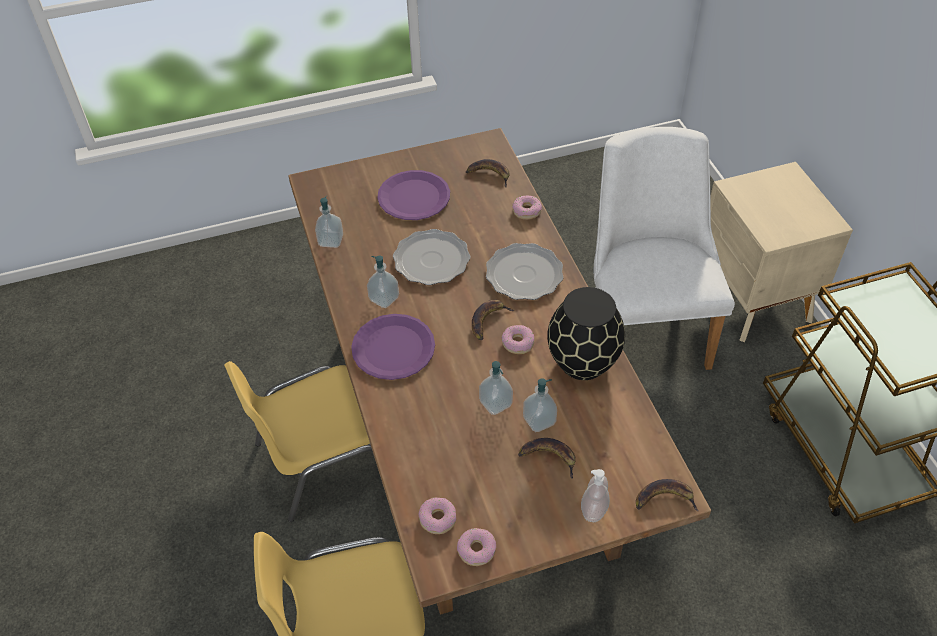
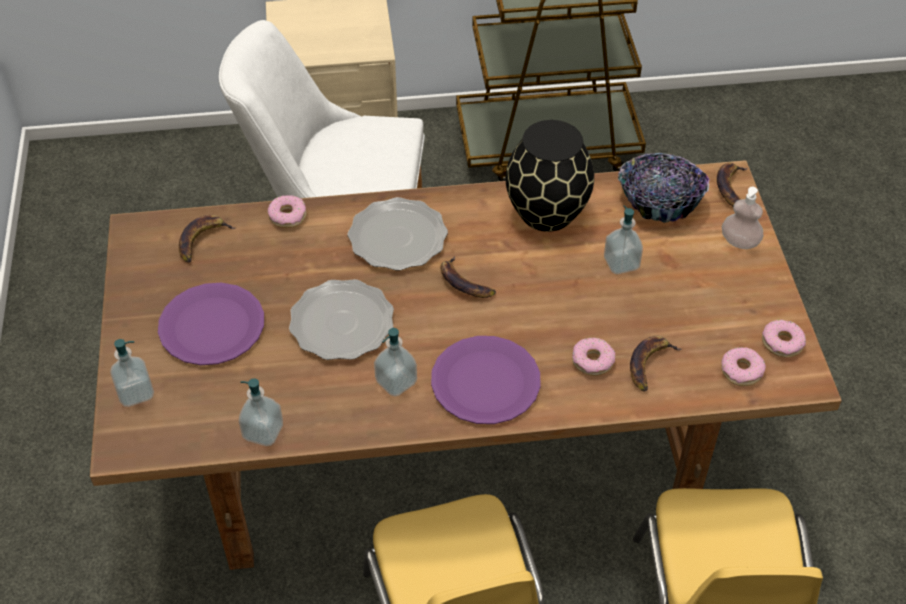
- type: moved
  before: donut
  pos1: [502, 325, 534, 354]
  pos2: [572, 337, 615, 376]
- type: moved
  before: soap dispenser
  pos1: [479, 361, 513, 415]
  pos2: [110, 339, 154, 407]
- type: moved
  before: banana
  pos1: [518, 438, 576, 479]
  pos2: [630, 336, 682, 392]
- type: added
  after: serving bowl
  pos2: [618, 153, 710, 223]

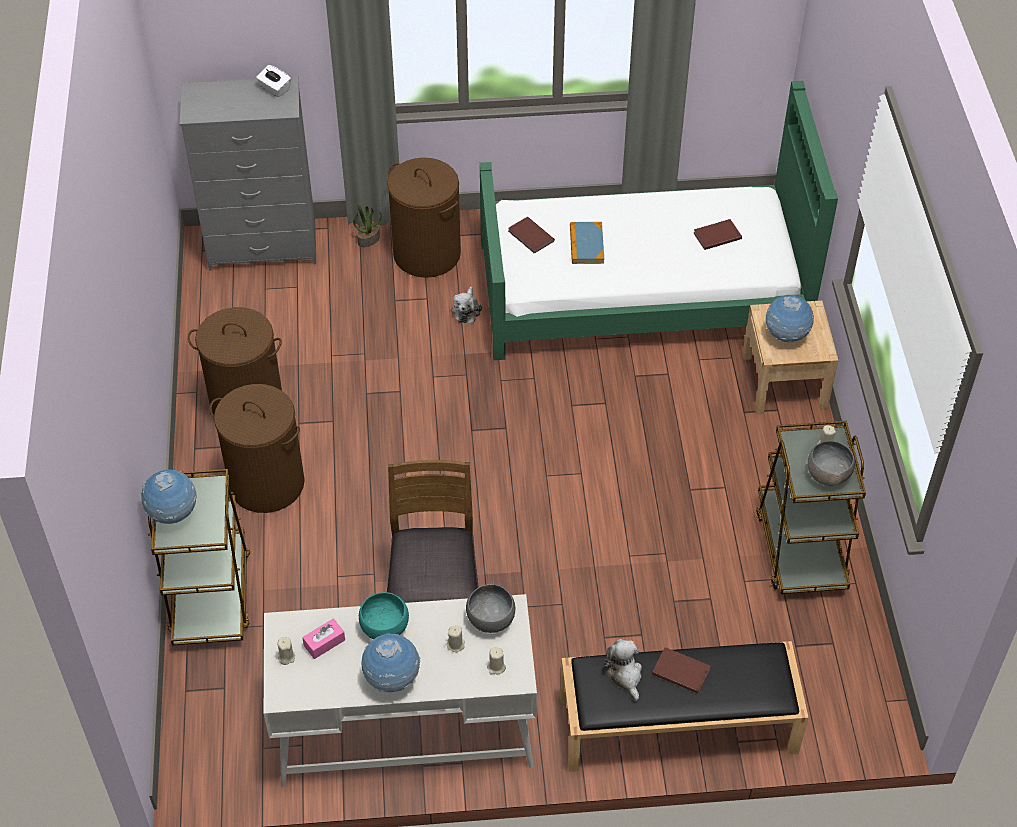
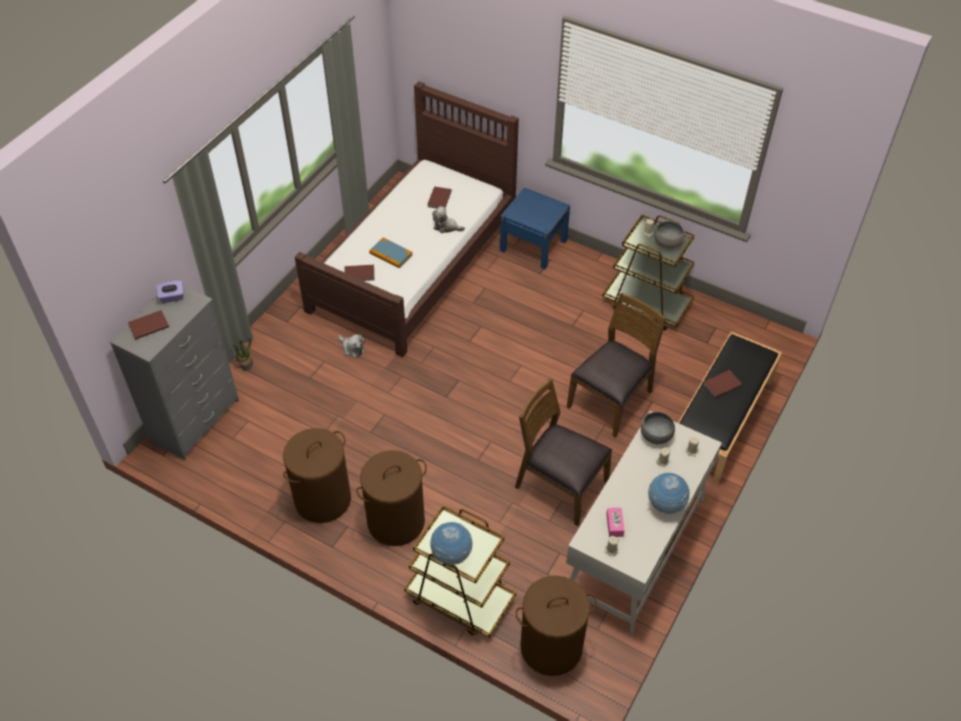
- type: recoloured
  before: box of tissues/white-coloured
  after: box of tissues/purple
  pos1: [256, 65, 291, 97]
  pos2: [156, 280, 184, 303]
- type: recoloured
  before: bedroom bed/green
  after: bedroom bed/brownish
  pos1: [480, 81, 838, 360]
  pos2: [295, 81, 519, 358]
- type: moved
  before: washing basket/brownish
  pos1: [387, 158, 461, 278]
  pos2: [515, 575, 597, 676]
- type: removed
  before: globe
  pos1: [766, 295, 814, 342]
- type: recoloured
  before: nightstand/sand-coloured
  after: nightstand/bluish
  pos1: [742, 300, 839, 414]
  pos2: [500, 187, 570, 269]
- type: removed
  before: serving bowl/blue-green
  pos1: [359, 592, 409, 639]
- type: moved
  before: soft toy
  pos1: [604, 639, 642, 701]
  pos2: [432, 206, 465, 233]
- type: added
  after: chair/brownish
  pos2: [567, 292, 667, 438]
- type: added
  after: bound book/brownish
  pos2: [128, 310, 169, 340]

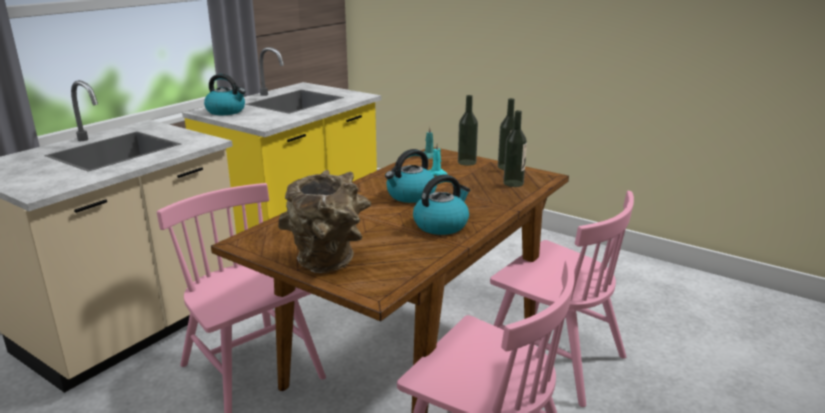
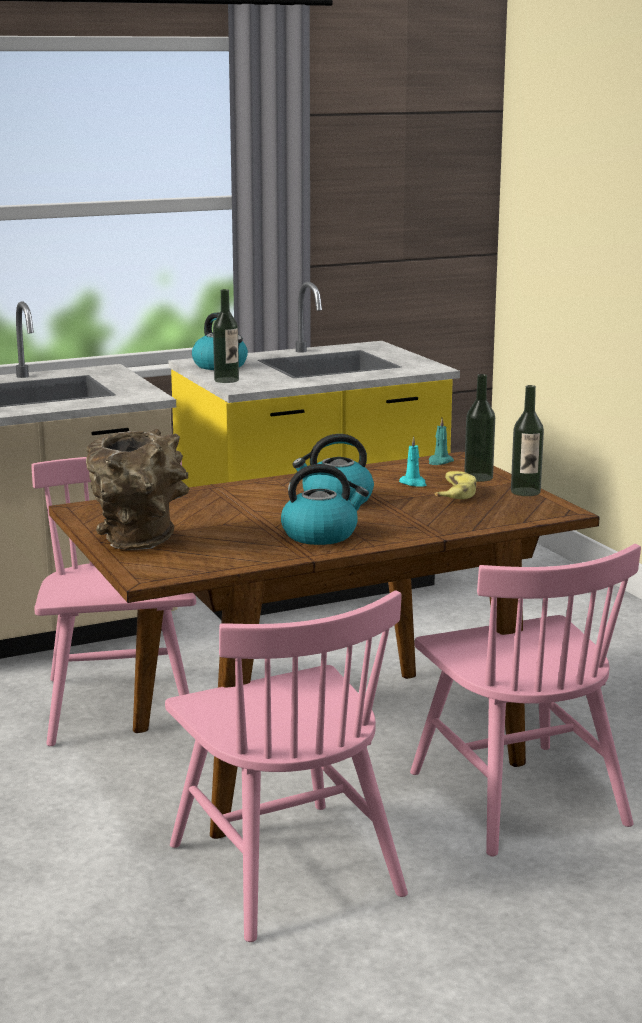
- type: moved
  before: drink bottle
  pos1: [503, 110, 527, 187]
  pos2: [213, 289, 239, 383]
- type: added
  after: banana
  pos2: [435, 471, 476, 499]

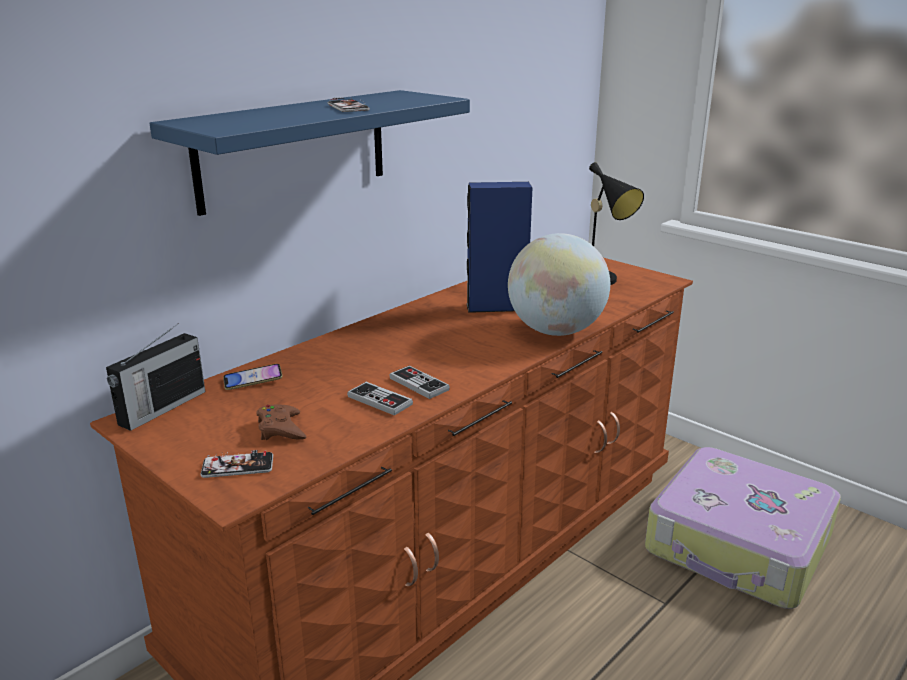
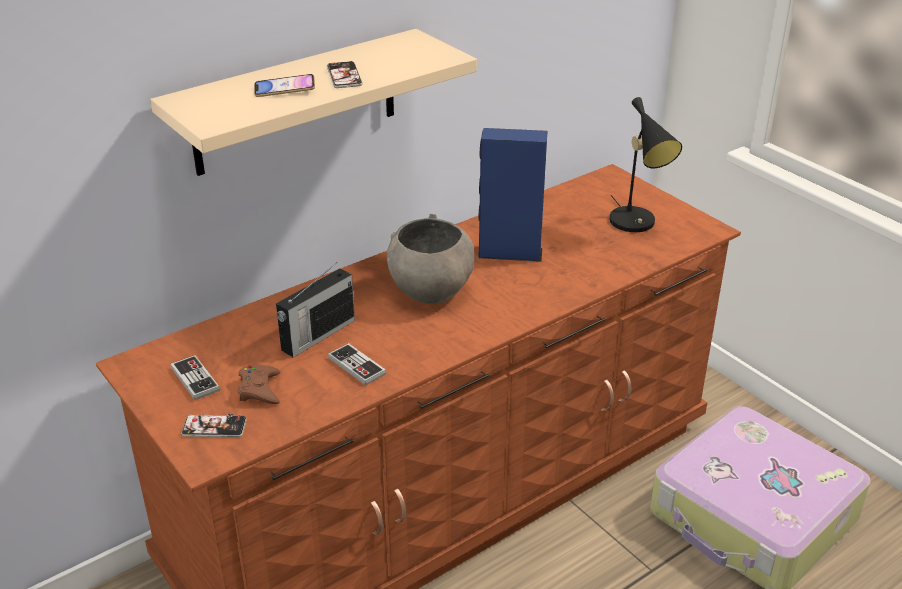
- type: recoloured
  before: shelf/bluish
  after: shelf/sand-coloured
  pos1: [149, 90, 470, 216]
  pos2: [150, 29, 477, 176]
- type: removed
  before: globe
  pos1: [508, 233, 610, 336]
- type: moved
  before: radio
  pos1: [106, 323, 205, 431]
  pos2: [276, 263, 355, 357]
- type: moved
  before: handset
  pos1: [223, 364, 283, 390]
  pos2: [254, 74, 315, 97]
- type: moved
  before: gamepad
  pos1: [389, 366, 450, 399]
  pos2: [171, 355, 220, 400]
- type: added
  after: serving bowl/grey
  pos2: [387, 214, 474, 304]

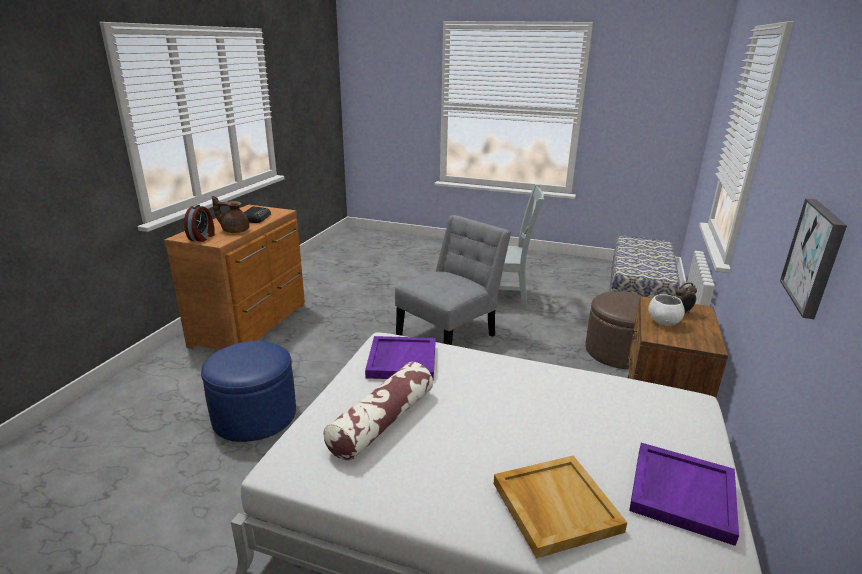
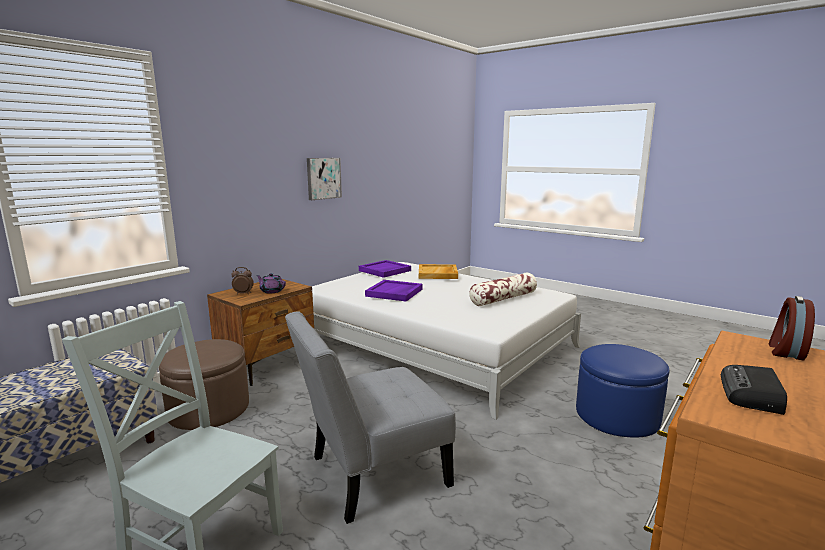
- type: removed
  before: pot for tea/brownish
  pos1: [212, 196, 249, 233]
- type: replaced
  before: serving bowl/white-coloured
  after: pot for tea/purple
  pos1: [648, 294, 685, 326]
  pos2: [256, 273, 286, 293]
- type: moved
  before: carrying tray/purple
  pos1: [365, 336, 436, 381]
  pos2: [365, 280, 423, 302]

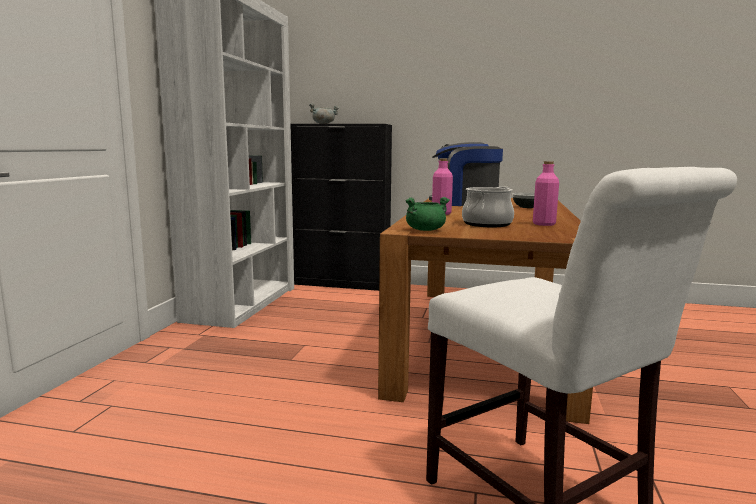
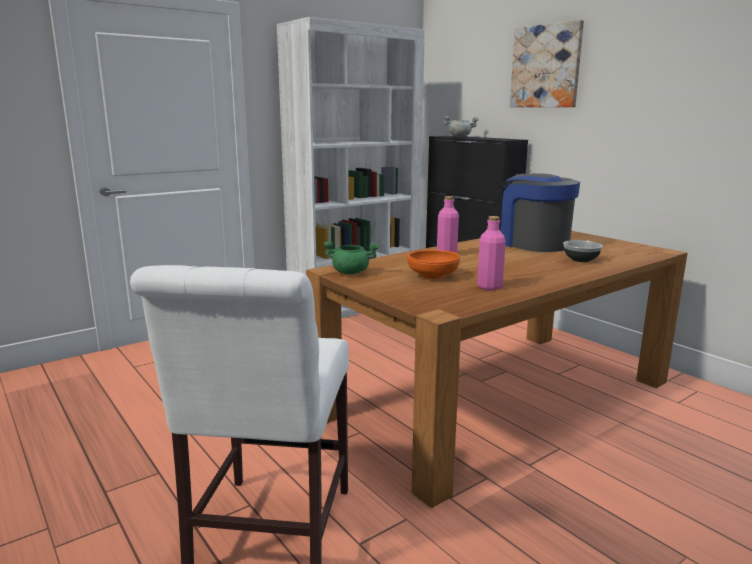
- type: replaced
  before: saucepot
  after: serving bowl/orange
  pos1: [462, 186, 514, 227]
  pos2: [407, 250, 460, 279]
- type: added
  after: wall picture
  pos2: [510, 20, 584, 107]

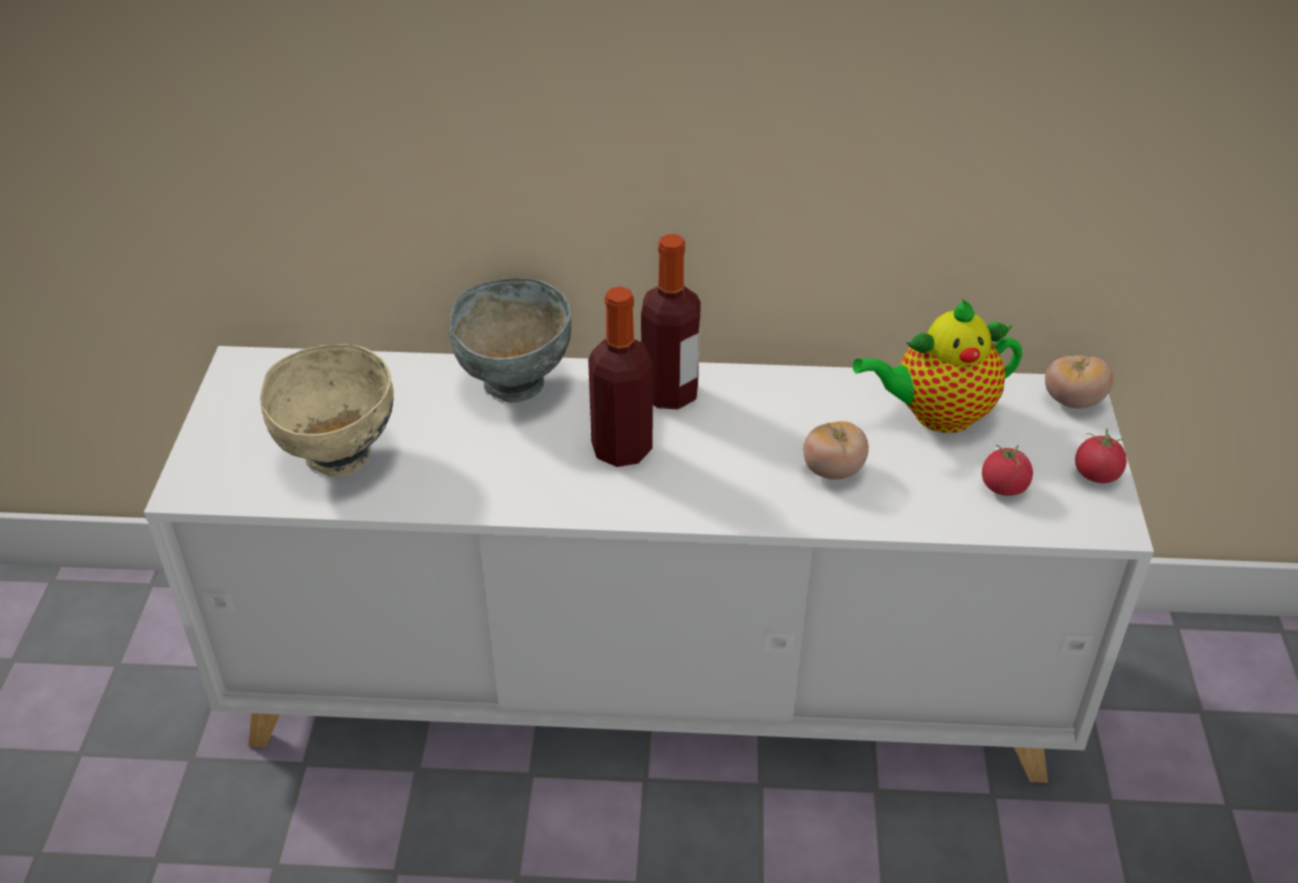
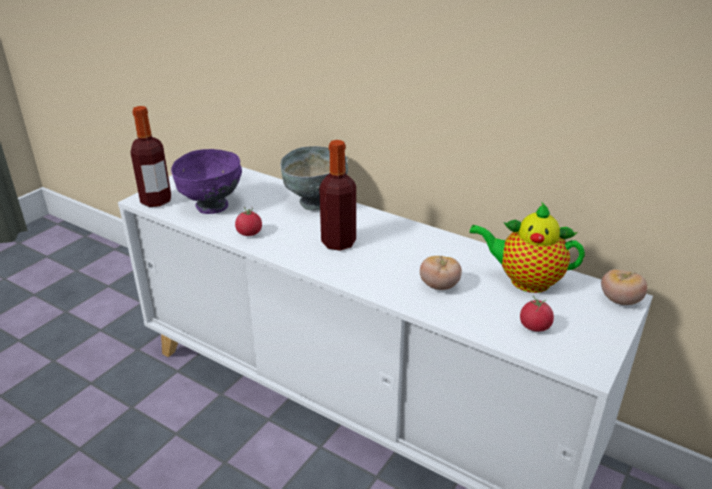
- type: moved
  before: drink bottle
  pos1: [641, 234, 701, 409]
  pos2: [130, 106, 171, 207]
- type: recoloured
  before: serving bowl/sand-coloured
  after: serving bowl/purple
  pos1: [260, 344, 394, 477]
  pos2: [171, 149, 242, 214]
- type: moved
  before: whole tomato
  pos1: [1075, 429, 1127, 483]
  pos2: [235, 207, 262, 236]

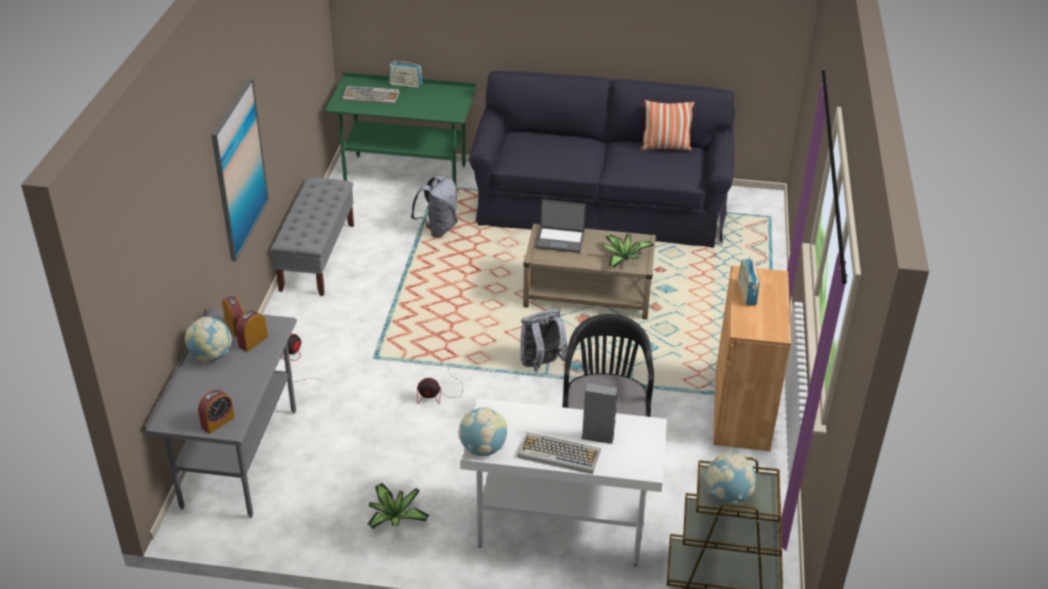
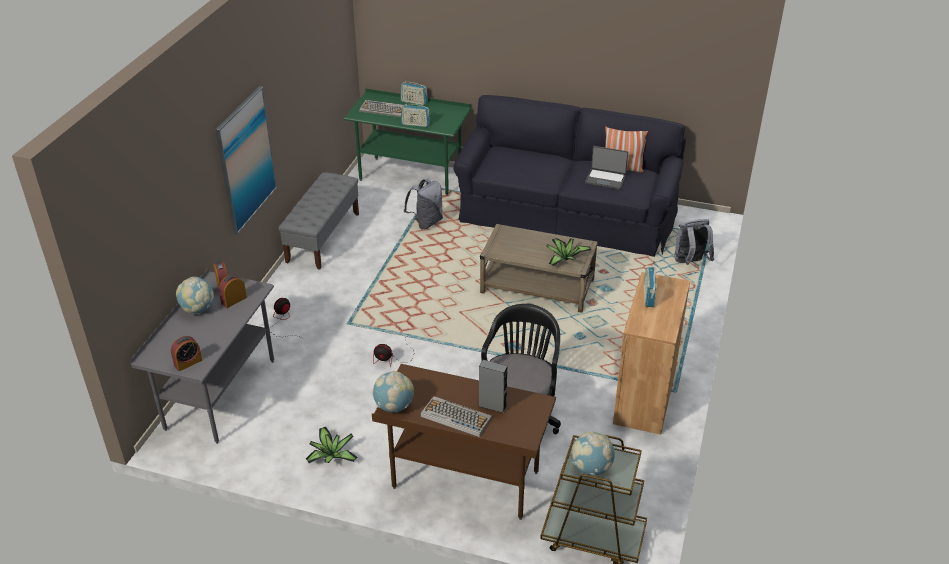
- type: moved
  before: laptop
  pos1: [536, 200, 586, 253]
  pos2: [585, 146, 628, 190]
- type: moved
  before: knapsack/grey
  pos1: [520, 309, 568, 372]
  pos2: [674, 219, 714, 265]
- type: recoloured
  before: desk/white-coloured
  after: desk/brownish
  pos1: [460, 398, 667, 567]
  pos2: [372, 364, 556, 520]
- type: added
  after: radio
  pos2: [401, 102, 430, 127]

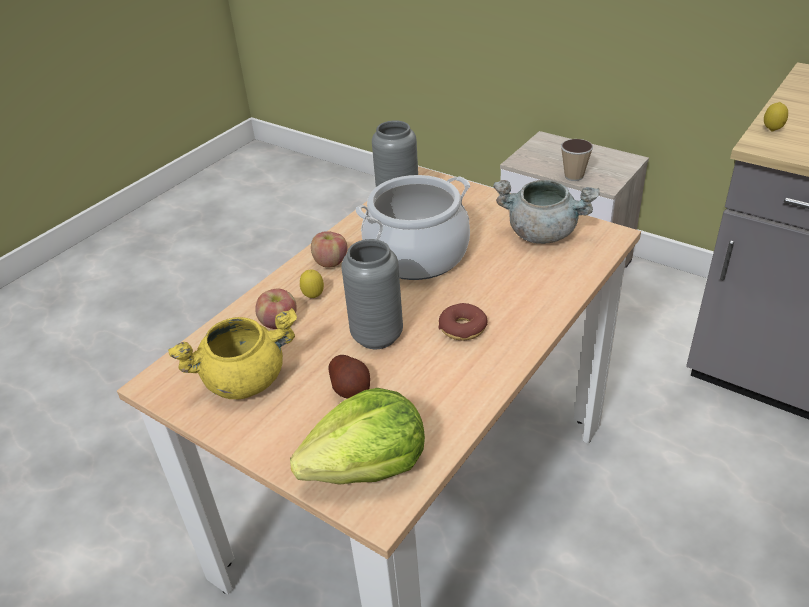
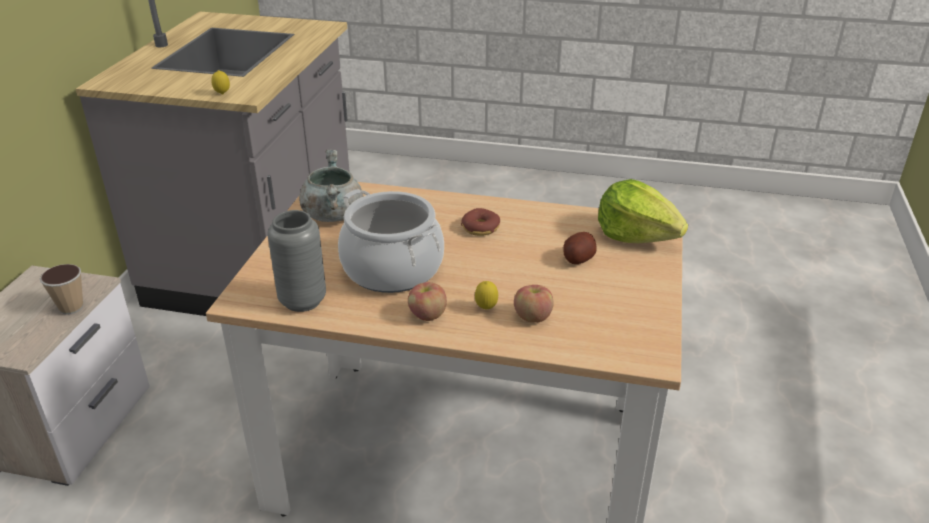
- type: removed
  before: vase/grey
  pos1: [341, 239, 403, 349]
- type: removed
  before: saucepot/yellow
  pos1: [168, 308, 297, 399]

